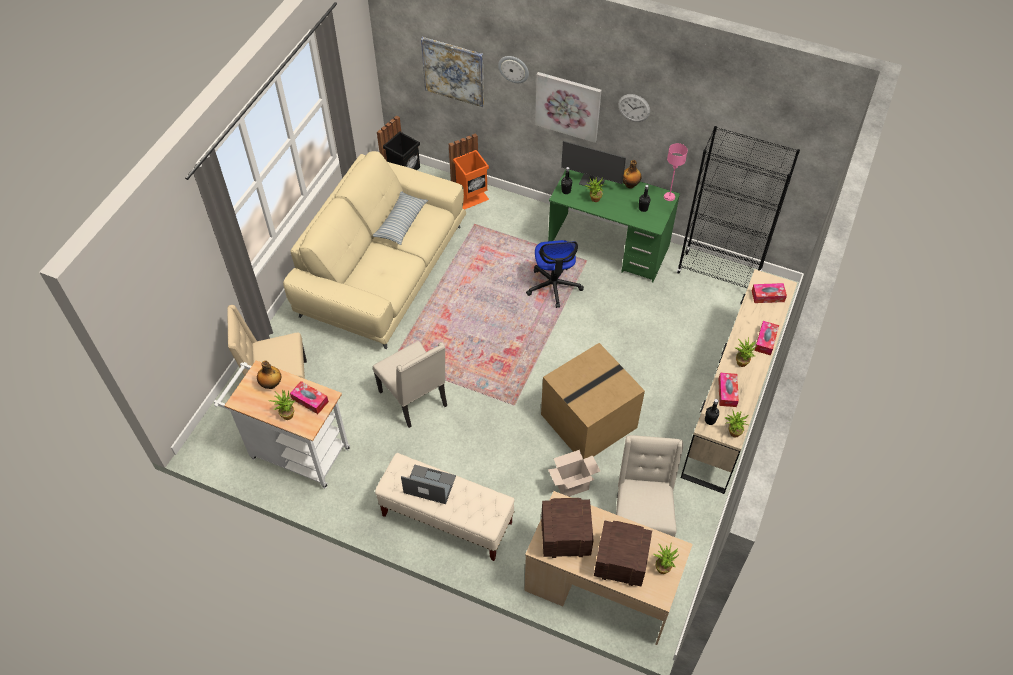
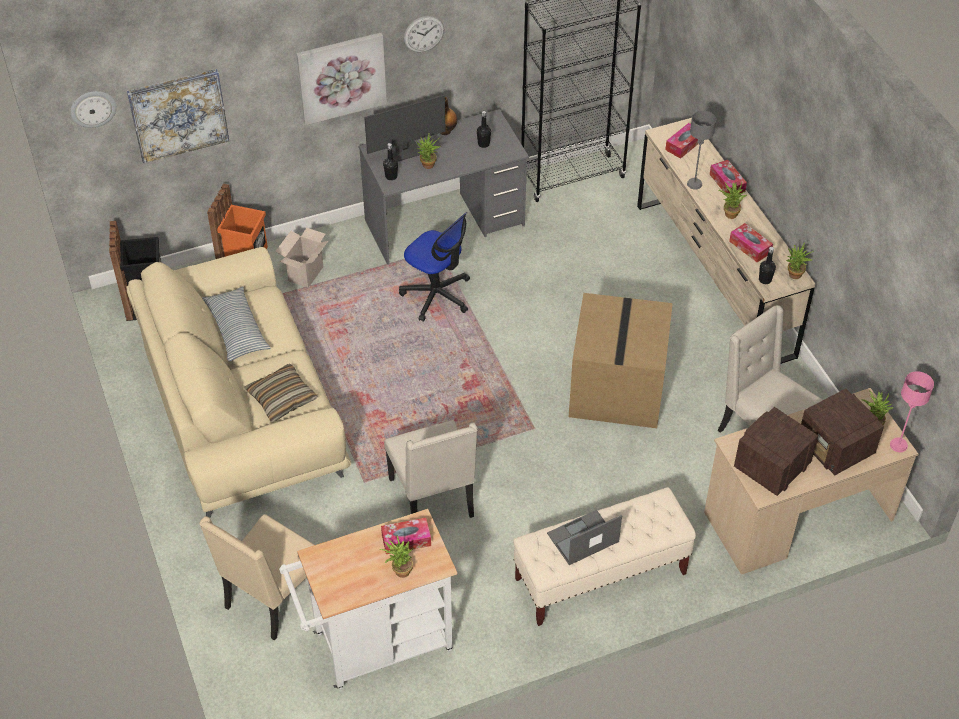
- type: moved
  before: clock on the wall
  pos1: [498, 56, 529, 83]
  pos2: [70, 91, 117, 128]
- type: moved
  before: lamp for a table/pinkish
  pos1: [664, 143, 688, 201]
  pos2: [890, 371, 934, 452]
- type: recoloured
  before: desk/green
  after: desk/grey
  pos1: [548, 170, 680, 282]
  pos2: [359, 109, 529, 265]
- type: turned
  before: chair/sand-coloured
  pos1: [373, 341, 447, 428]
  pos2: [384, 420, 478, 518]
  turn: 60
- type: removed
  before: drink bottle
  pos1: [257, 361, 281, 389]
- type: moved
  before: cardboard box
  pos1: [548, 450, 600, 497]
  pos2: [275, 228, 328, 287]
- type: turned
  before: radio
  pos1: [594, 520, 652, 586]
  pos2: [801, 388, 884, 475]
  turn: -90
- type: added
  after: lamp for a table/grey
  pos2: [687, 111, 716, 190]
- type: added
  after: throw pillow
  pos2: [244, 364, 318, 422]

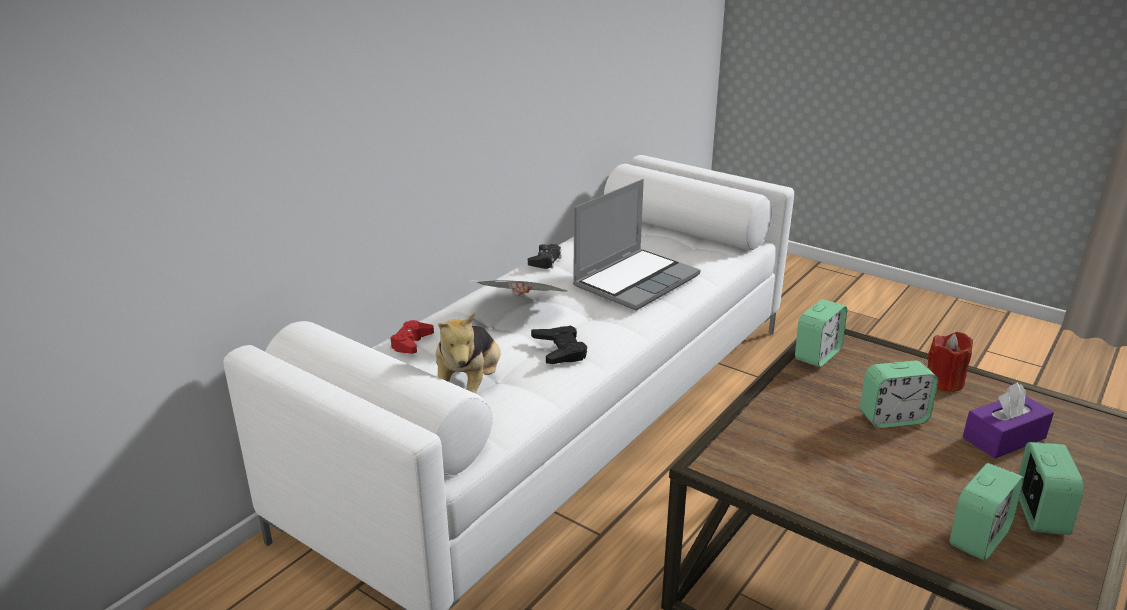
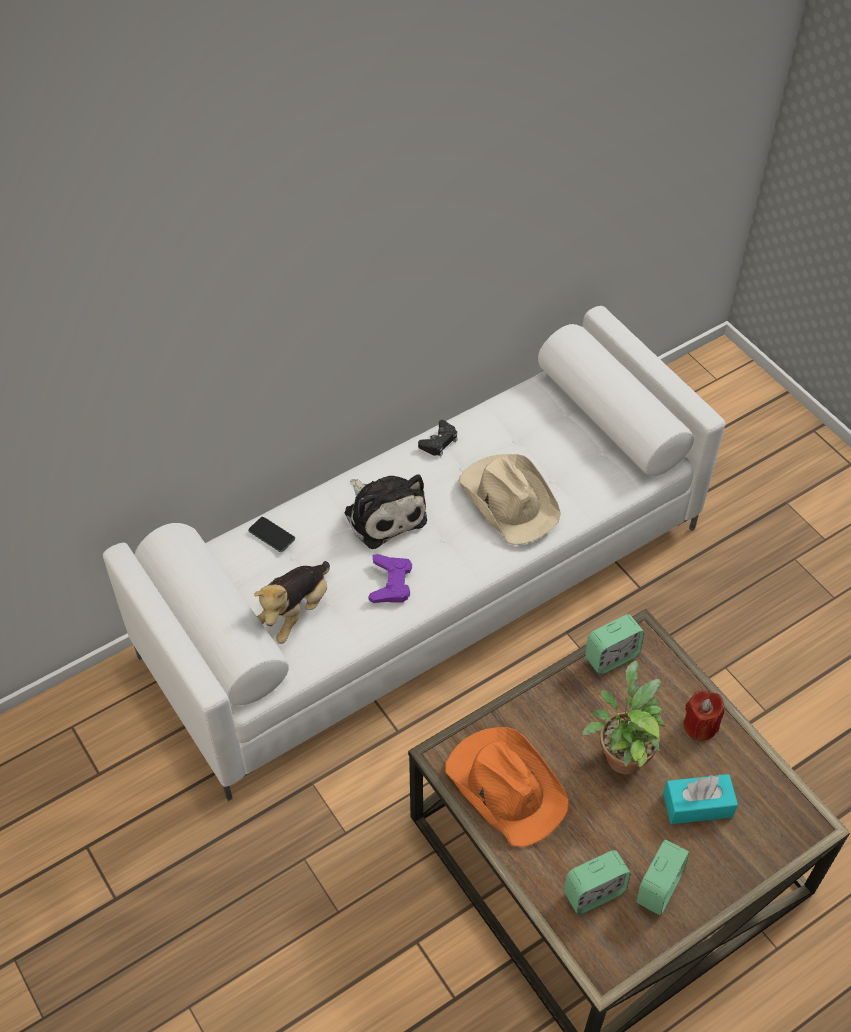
- type: replaced
  before: laptop
  after: hat/sand-coloured
  pos1: [573, 179, 700, 311]
  pos2: [459, 454, 561, 545]
- type: replaced
  before: daily paper
  after: soft toy
  pos1: [467, 280, 568, 296]
  pos2: [345, 475, 427, 549]
- type: replaced
  before: gamepad/red-coloured
  after: handset
  pos1: [391, 320, 434, 354]
  pos2: [248, 517, 295, 552]
- type: recoloured
  before: gamepad/blackish
  after: gamepad/purple
  pos1: [531, 326, 587, 364]
  pos2: [368, 554, 412, 603]
- type: replaced
  before: alarm clock
  after: plant in a pot
  pos1: [860, 360, 938, 428]
  pos2: [582, 661, 665, 775]
- type: recoloured
  before: box of tissues/purple
  after: box of tissues/blue-green
  pos1: [963, 382, 1054, 459]
  pos2: [663, 774, 738, 824]
- type: added
  after: hat/orange
  pos2: [445, 727, 569, 847]

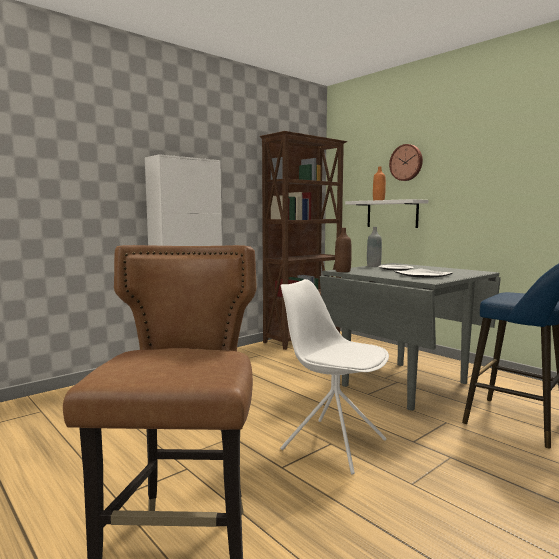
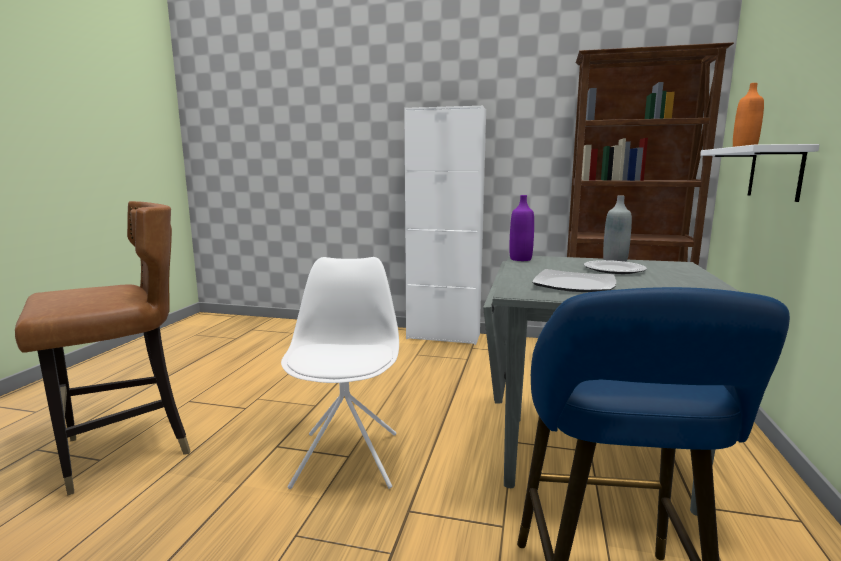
- type: removed
  before: clock on the wall
  pos1: [389, 144, 423, 181]
- type: recoloured
  before: drink bottle/brownish
  after: drink bottle/purple
  pos1: [335, 228, 352, 272]
  pos2: [509, 195, 534, 261]

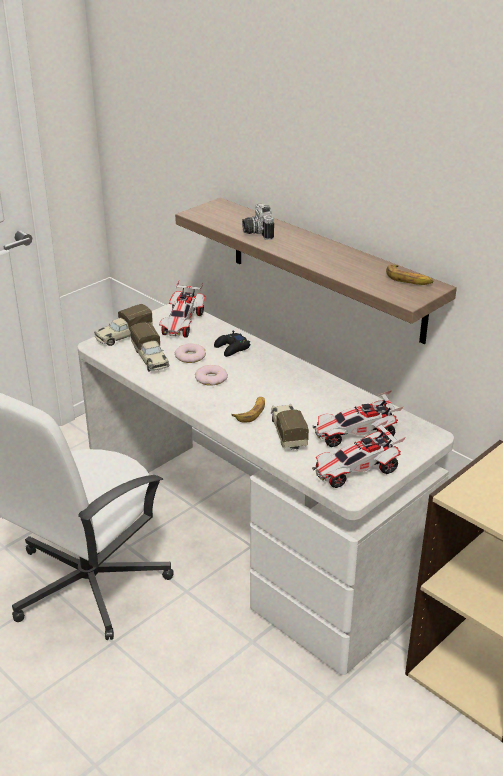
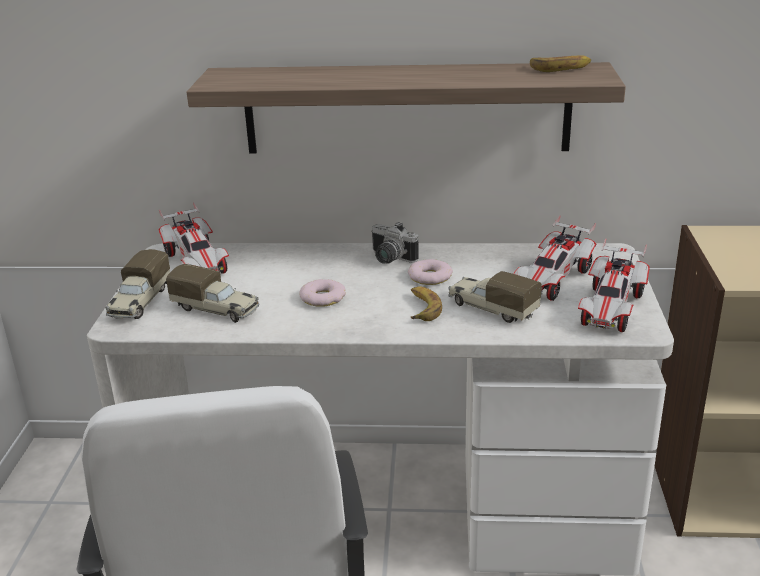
- type: moved
  before: photo camera
  pos1: [242, 204, 274, 240]
  pos2: [371, 222, 419, 264]
- type: removed
  before: gamepad/blackish
  pos1: [214, 330, 250, 357]
- type: moved
  before: donut
  pos1: [175, 343, 206, 363]
  pos2: [408, 259, 453, 285]

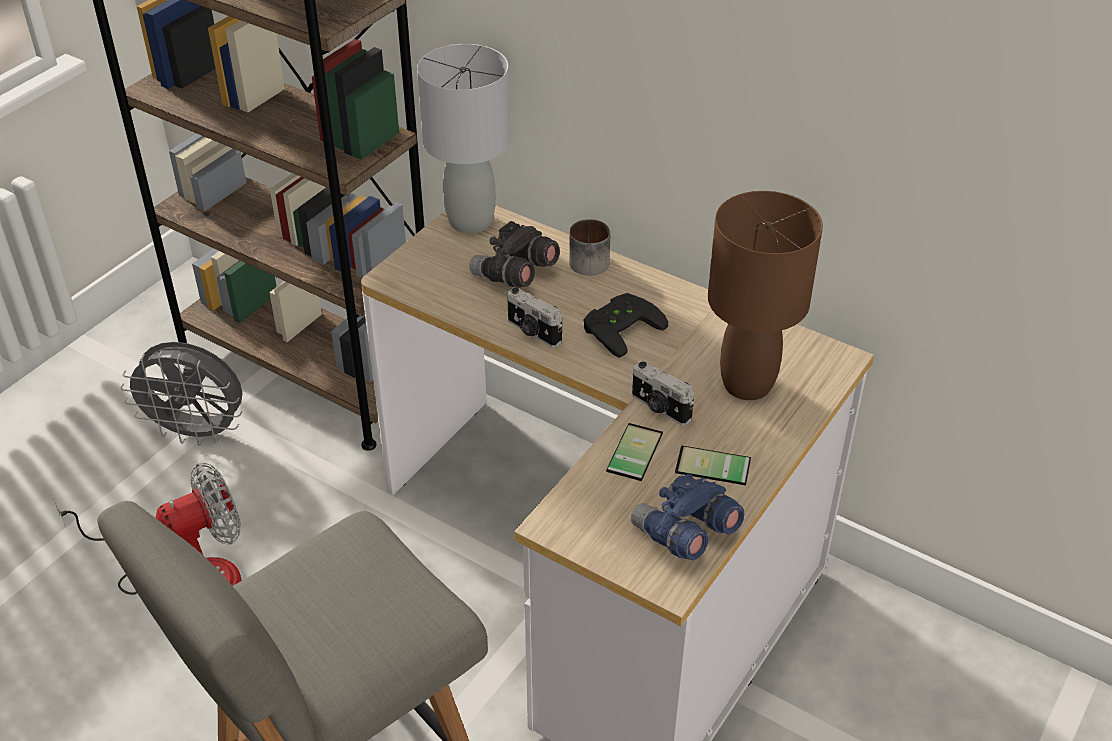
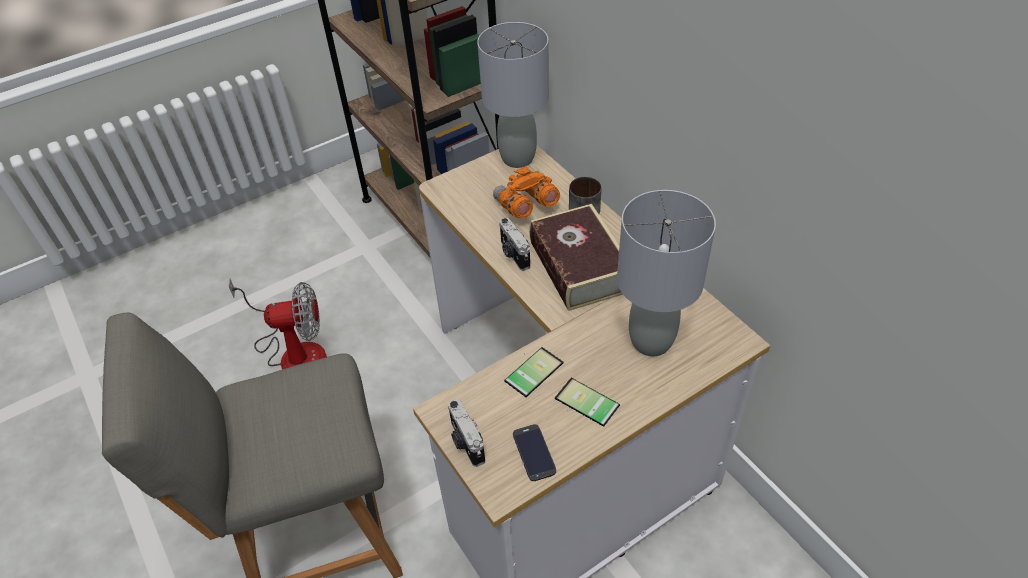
- type: recoloured
  before: lamp for a table/brownish
  after: lamp for a table/grey
  pos1: [708, 191, 823, 400]
  pos2: [617, 190, 716, 356]
- type: recoloured
  before: field glasses/grey
  after: field glasses/orange
  pos1: [470, 221, 560, 288]
  pos2: [493, 166, 560, 218]
- type: replaced
  before: gamepad/blackish
  after: bound book
  pos1: [583, 293, 669, 358]
  pos2: [529, 204, 623, 311]
- type: removed
  before: electric fan/grey
  pos1: [121, 342, 243, 446]
- type: moved
  before: photo camera
  pos1: [632, 361, 694, 426]
  pos2: [448, 399, 485, 467]
- type: replaced
  before: field glasses/bluish
  after: handset
  pos1: [631, 473, 744, 560]
  pos2: [513, 424, 556, 481]

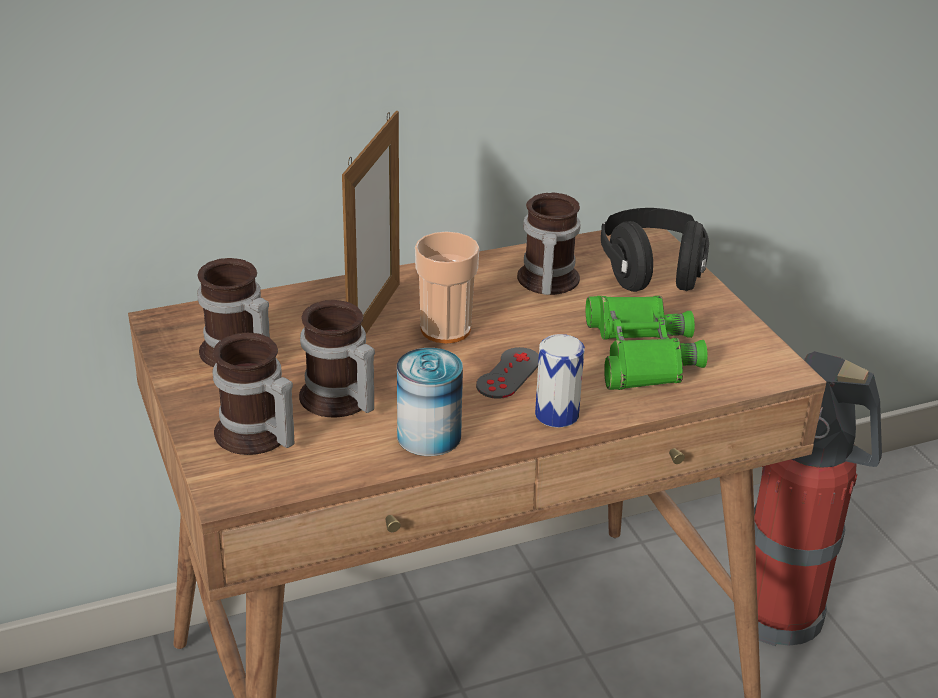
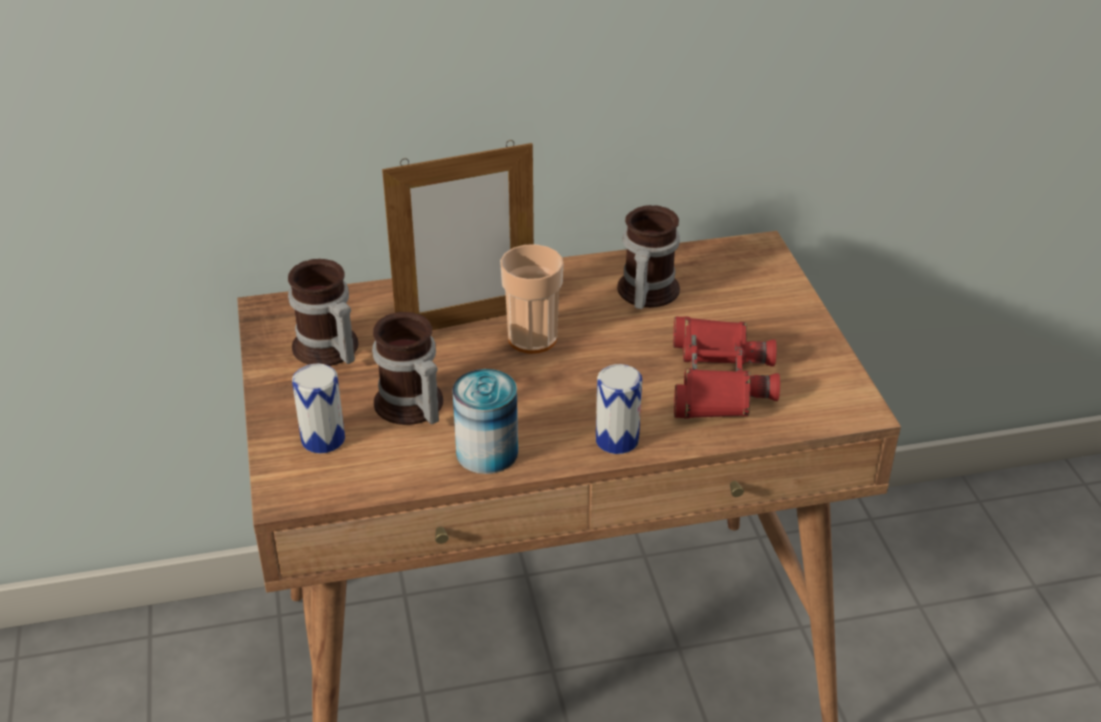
- type: turned
  before: standing frame
  pos1: [342, 111, 400, 334]
  pos2: [382, 140, 534, 330]
  turn: 45
- type: removed
  before: headset/blackish
  pos1: [601, 208, 709, 292]
- type: recoloured
  before: field glasses/green
  after: field glasses/red-coloured
  pos1: [586, 296, 708, 390]
  pos2: [673, 316, 780, 419]
- type: replaced
  before: mug
  after: metal can
  pos1: [213, 333, 294, 455]
  pos2: [292, 363, 345, 453]
- type: removed
  before: gamepad/grey
  pos1: [476, 347, 539, 399]
- type: removed
  before: fire-fighting cylinder
  pos1: [754, 351, 882, 647]

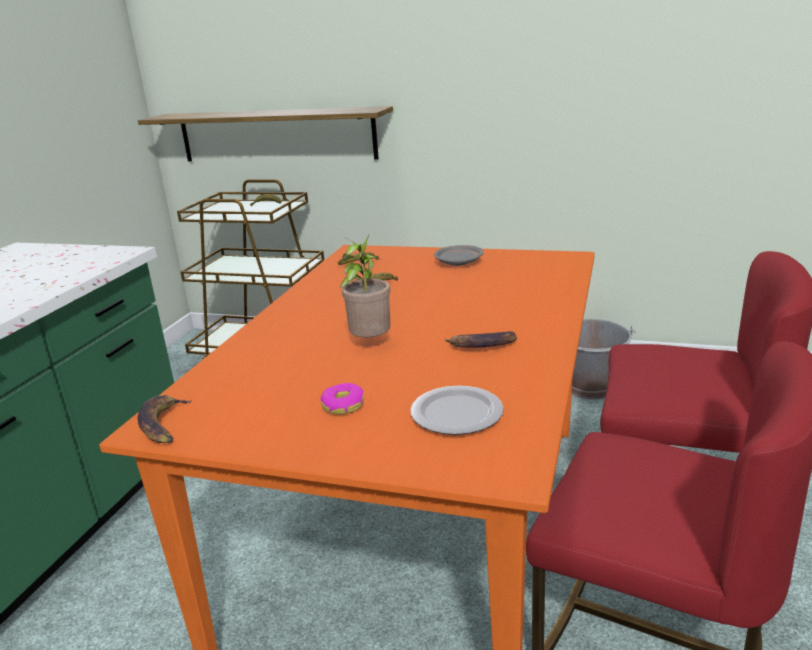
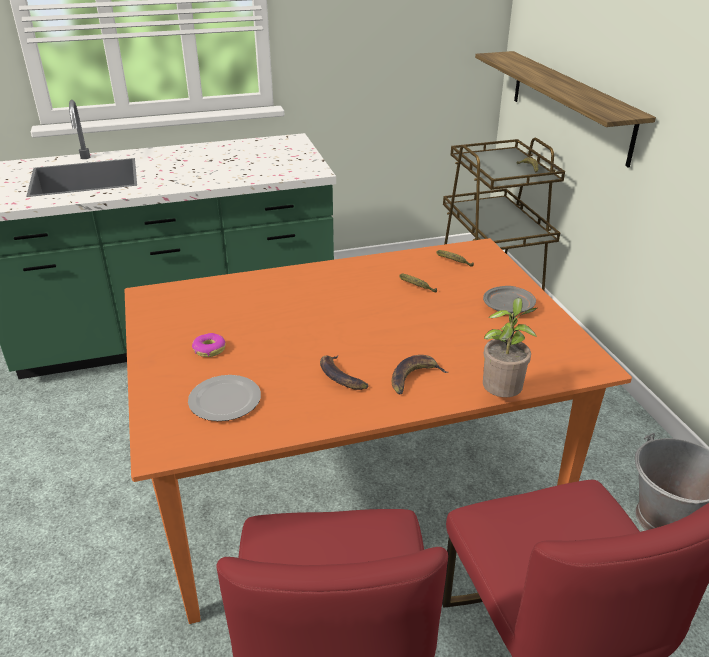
- type: moved
  before: plant in a pot
  pos1: [340, 235, 390, 338]
  pos2: [483, 298, 537, 397]
- type: moved
  before: banana
  pos1: [138, 395, 192, 443]
  pos2: [392, 355, 448, 394]

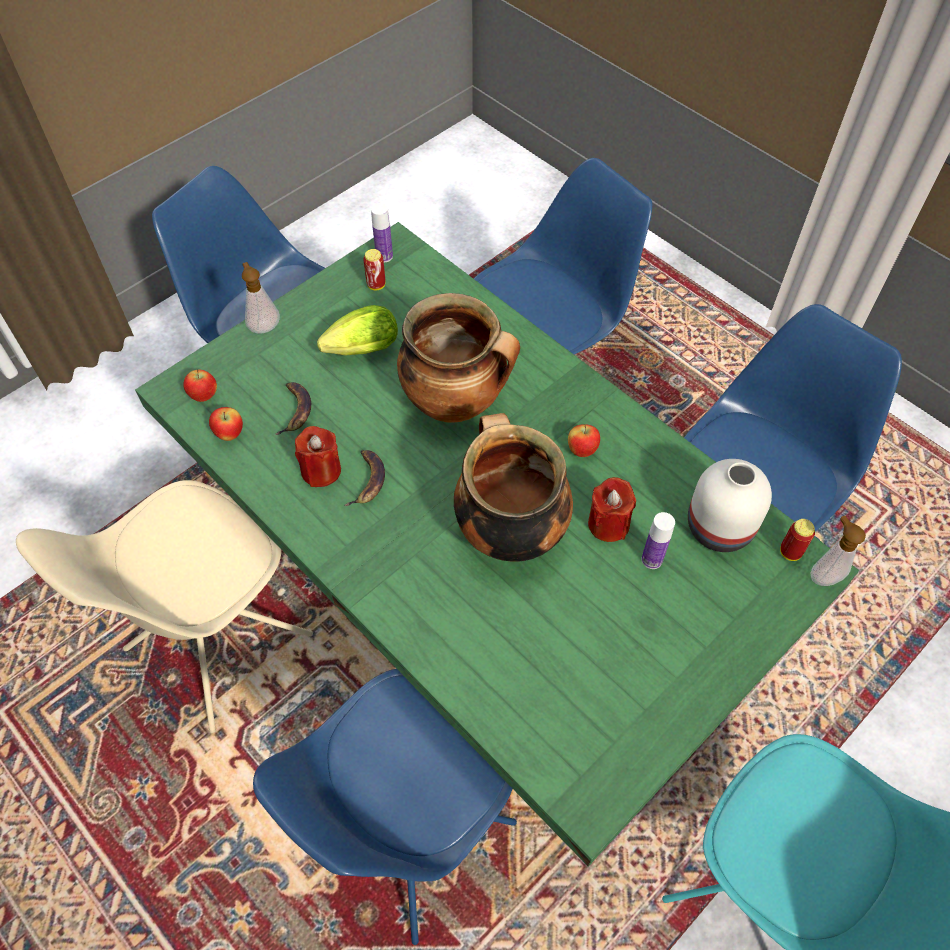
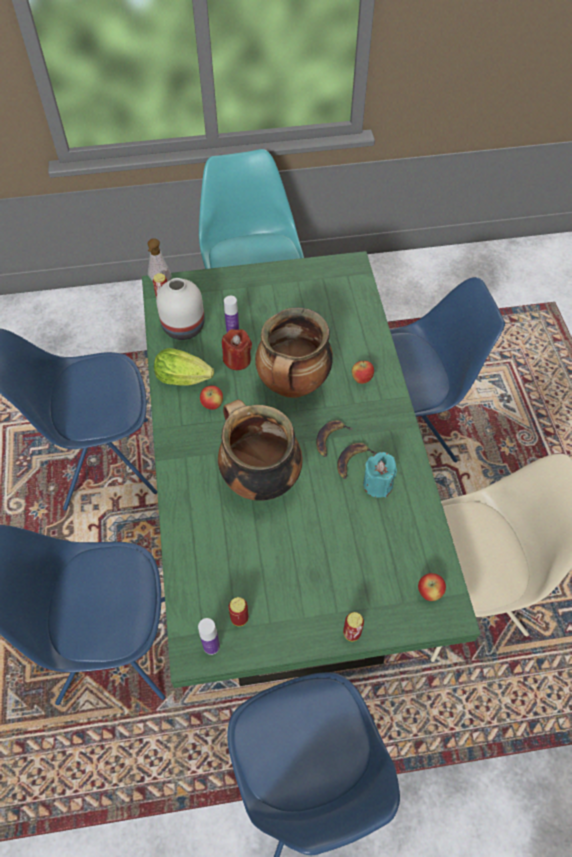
- type: replaced
  before: soap dispenser
  after: metal can
  pos1: [242, 262, 280, 334]
  pos2: [343, 612, 364, 641]
- type: moved
  before: head of lettuce
  pos1: [317, 305, 398, 356]
  pos2: [154, 348, 214, 386]
- type: moved
  before: banana
  pos1: [275, 382, 311, 435]
  pos2: [316, 420, 354, 457]
- type: moved
  before: apple fruit
  pos1: [209, 407, 243, 441]
  pos2: [352, 361, 374, 384]
- type: recoloured
  before: candle/red-coloured
  after: candle/blue-green
  pos1: [295, 426, 341, 487]
  pos2: [363, 452, 397, 498]

